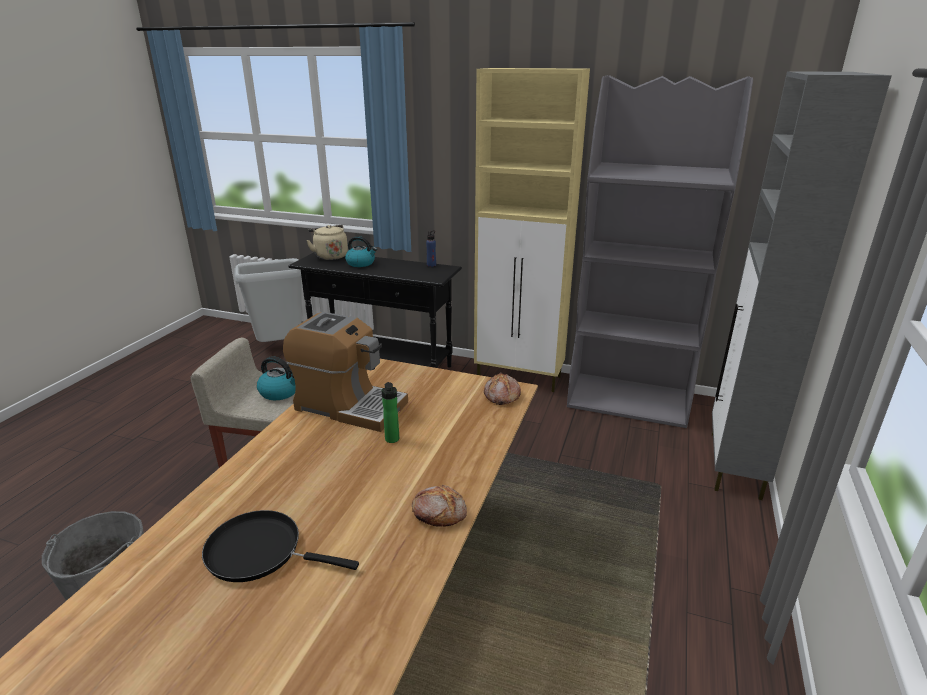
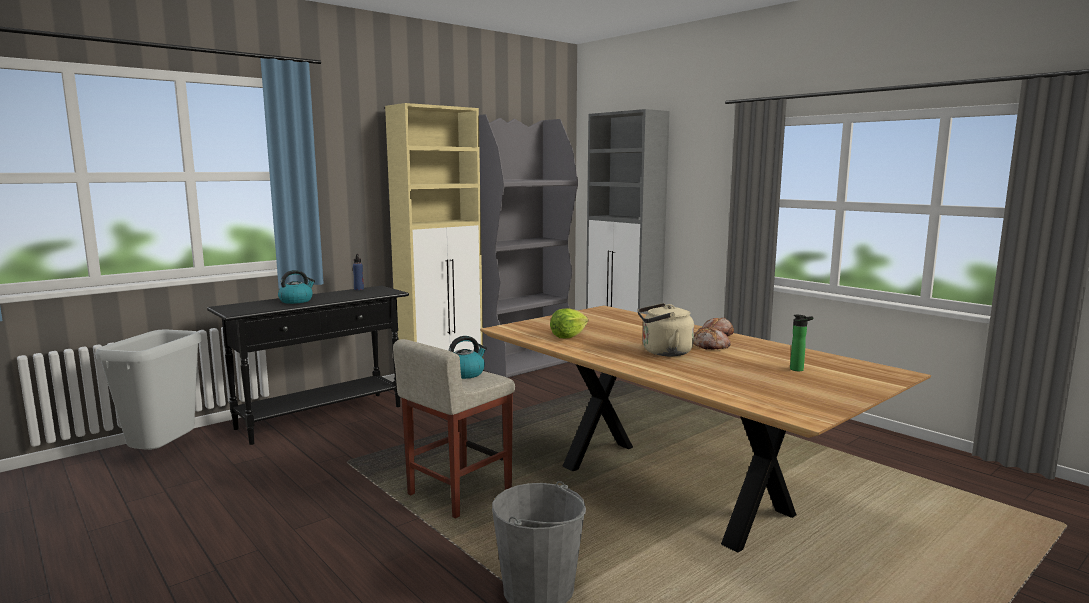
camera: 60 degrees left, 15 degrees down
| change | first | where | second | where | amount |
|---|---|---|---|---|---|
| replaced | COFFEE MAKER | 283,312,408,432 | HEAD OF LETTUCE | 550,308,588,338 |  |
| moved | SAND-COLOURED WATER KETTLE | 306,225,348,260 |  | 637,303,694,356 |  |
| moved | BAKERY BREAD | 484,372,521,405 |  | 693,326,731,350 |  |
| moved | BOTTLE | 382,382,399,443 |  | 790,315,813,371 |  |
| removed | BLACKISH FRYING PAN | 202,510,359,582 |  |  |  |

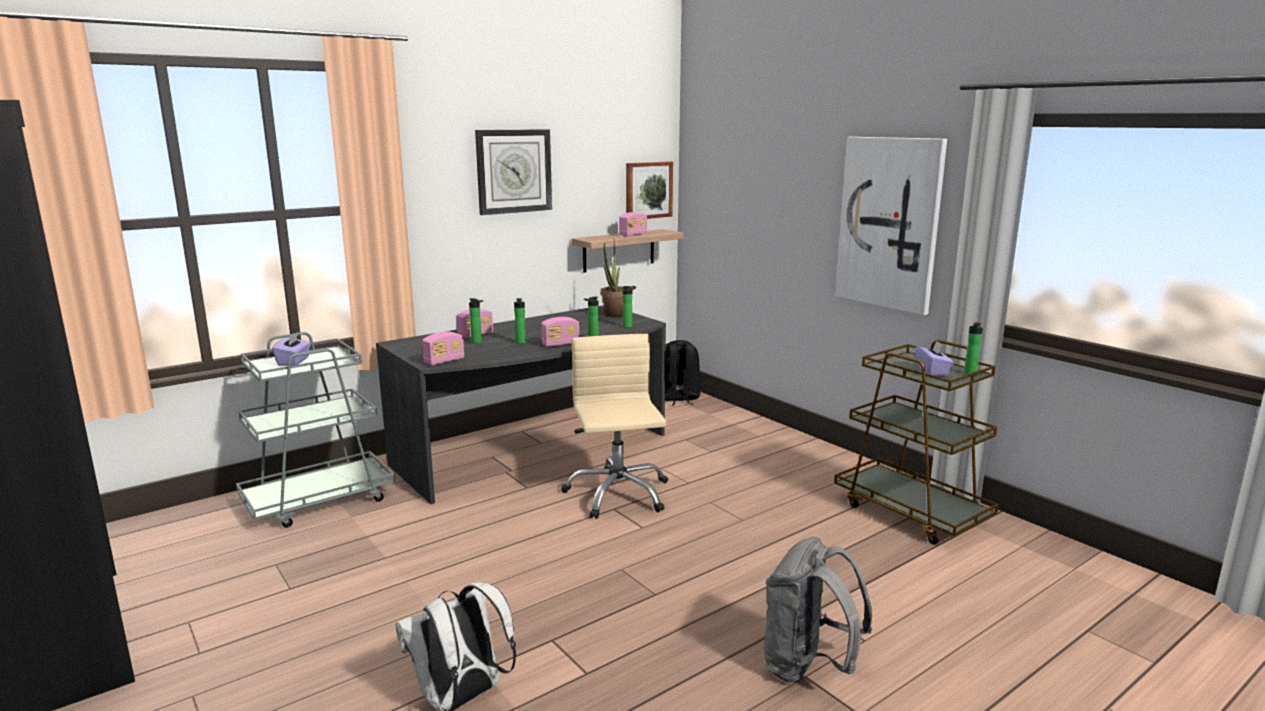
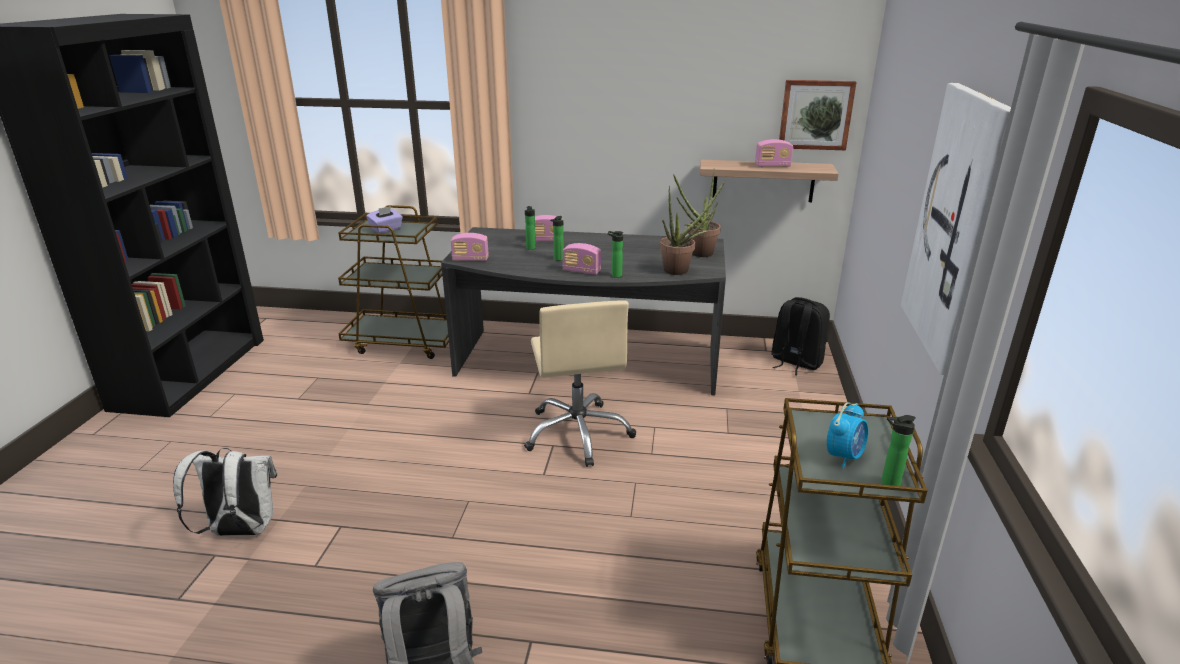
camera: 45 degrees right, 10 degrees up
| change | first | where | second | where | amount |
|---|---|---|---|---|---|
| recoloured | GREYISH WHEELED CART | 236,332,395,528 | BROWNISH WHEELED CART | 338,205,449,359 |  |
| turned | SAND-COLOURED OFFICE CHAIR | 561,334,668,519 |  | 524,300,636,467 | 135 degrees clockwise |
| replaced | BOTTLE | 623,286,636,328 | POTTED PLANT | 660,181,725,275 |  |
| replaced | PURPLE BOX OF TISSUES | 915,341,953,376 | TABLE CLOCK | 827,402,868,468 |  |
| removed | WALL CLOCK | 475,129,552,215 |  |  |  |

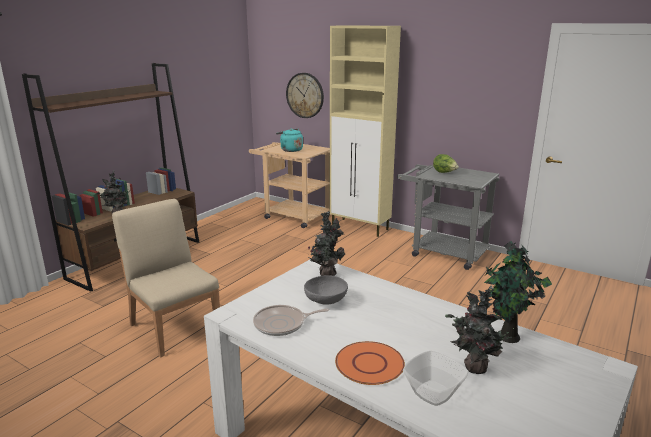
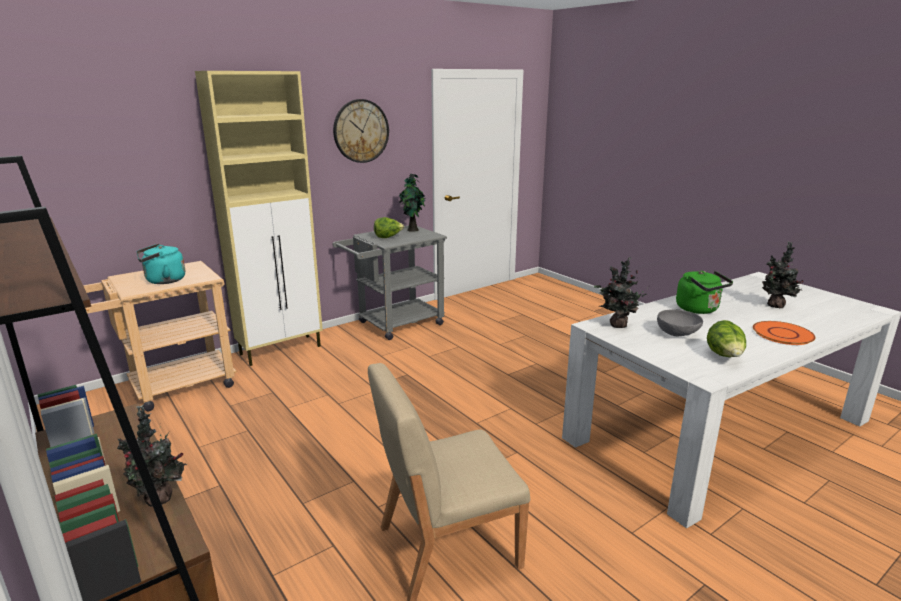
camera: 70 degrees left, 0 degrees up
| change | first | where | second | where | amount |
|---|---|---|---|---|---|
| moved | WALL CLOCK | 286,73,324,118 |  | 333,99,389,163 |  |
| moved | POTTED PLANT | 484,241,552,343 |  | 399,173,426,232 |  |
| added |  |  | GREEN-COLOURED WATER KETTLE | 676,271,733,314 |  |
| replaced | FRYING PAN | 253,305,329,336 | HEAD OF LETTUCE | 707,320,746,357 |  |
| removed | SERVING BOWL | 403,351,468,406 |  |  |  |

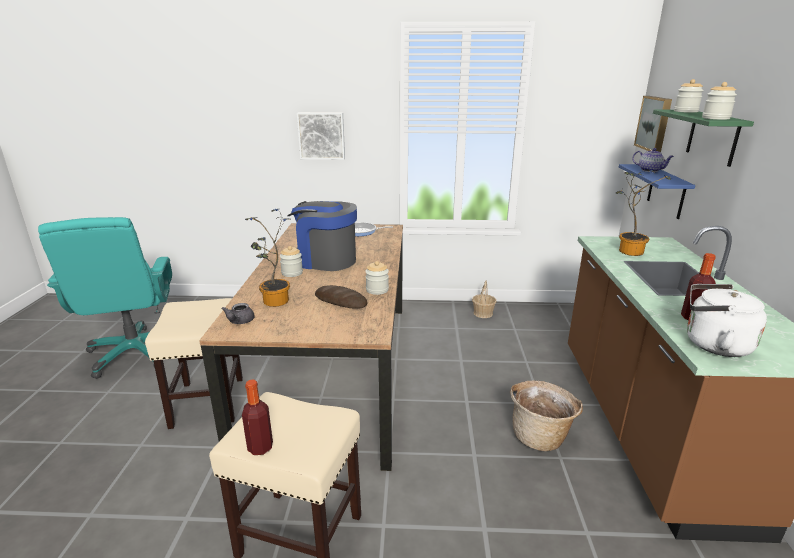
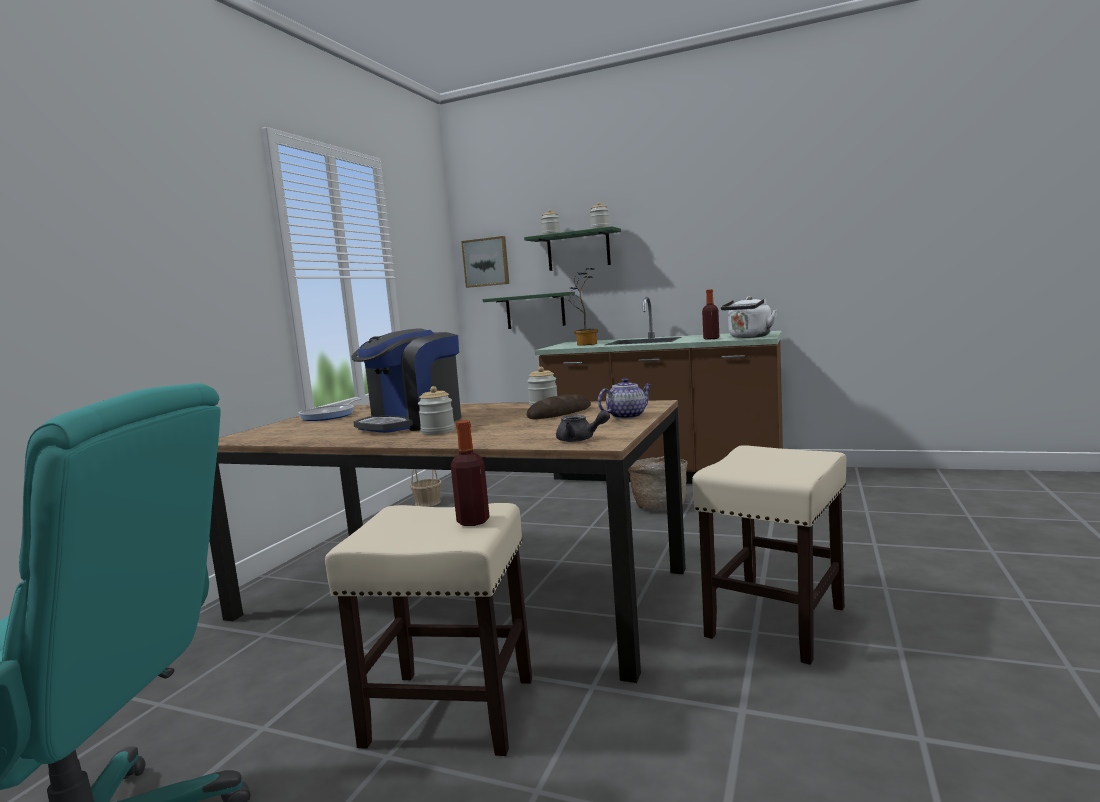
camera: 70 degrees left, 15 degrees down
| change | first | where | second | where | amount |
|---|---|---|---|---|---|
| moved | BOTTLE | 242,380,273,455 |  | 451,420,490,526 |  |
| recoloured | BLUE BRACKET SHELF | 619,164,695,219 | GREEN-COLOURED BRACKET SHELF | 483,292,575,329 |  |
| moved | POT FOR TEA | 633,148,674,172 |  | 598,378,652,419 |  |
| removed | POTTED PLANT | 245,209,290,307 |  |  |  |
| removed | WALL ART | 297,112,345,160 |  |  |  |

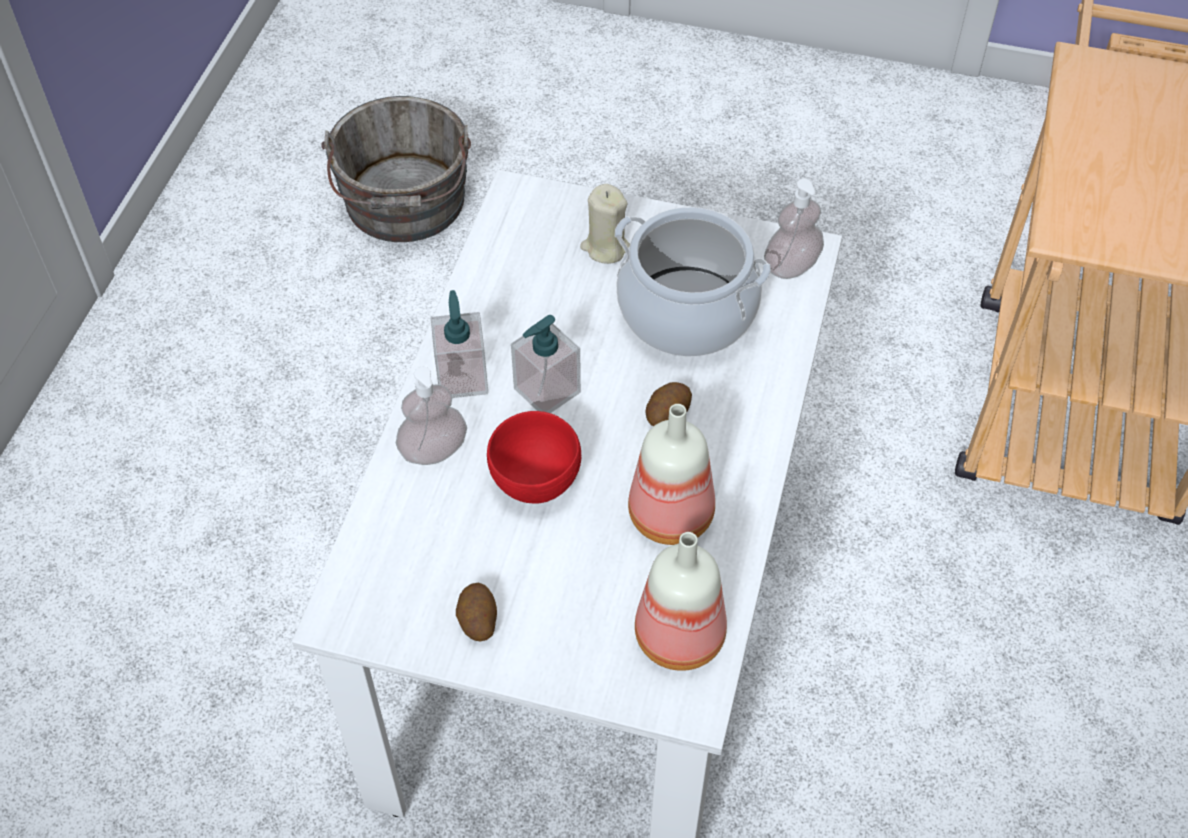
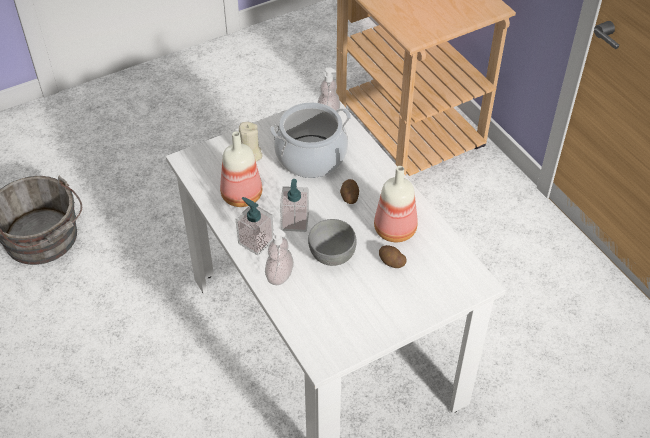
camera: 45 degrees left, 5 degrees down
| change | first | where | second | where | amount |
|---|---|---|---|---|---|
| moved | BOTTLE | 635,532,727,671 |  | 220,131,262,207 |  |
| recoloured | RED SERVING BOWL | 487,411,581,504 | GREYISH SERVING BOWL | 308,219,357,266 |  |
| moved | WHOLE POTATO | 456,583,497,641 |  | 379,245,407,268 |  |

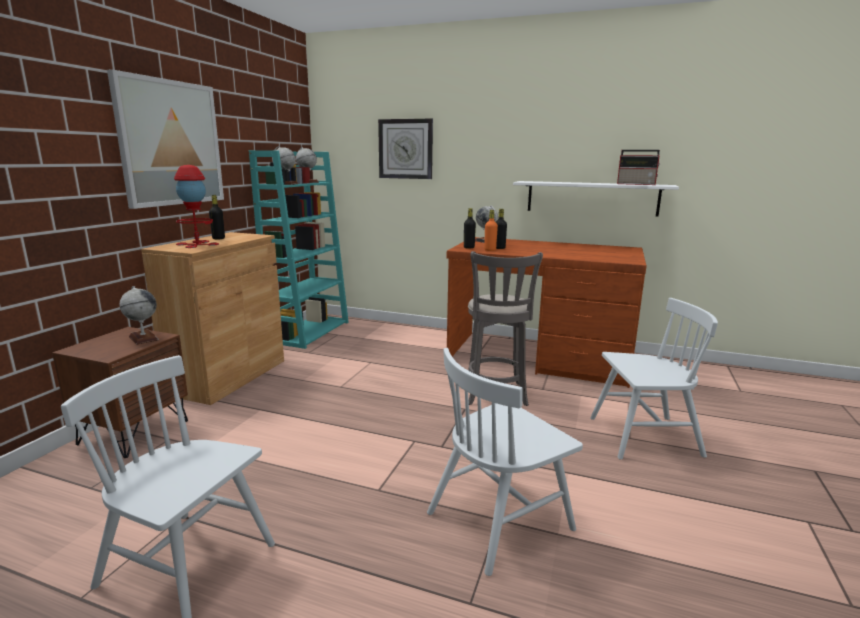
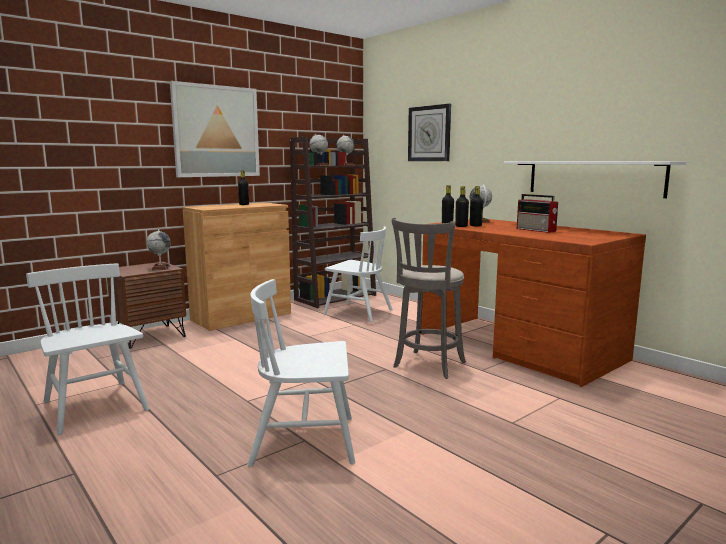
camera: 30 degrees right, 5 degrees down
| change | first | where | second | where | amount |
|---|---|---|---|---|---|
| recoloured | BLUE-GREEN SHELVING UNIT | 249,150,349,349 | BROWNISH SHELVING UNIT | 290,137,376,308 |  |
| moved | WHITE-COLOURED CHAIR | 590,298,718,460 |  | 323,227,393,322 |  |
| recoloured | ORANGE BOTTLE | 484,210,498,251 | BLACKISH BOTTLE | 455,186,469,227 |  |
| moved | RADIO RECEIVER | 617,150,661,185 |  | 517,194,558,233 |  |
| removed | RED TABLE LAMP | 174,165,219,248 |  |  |  |

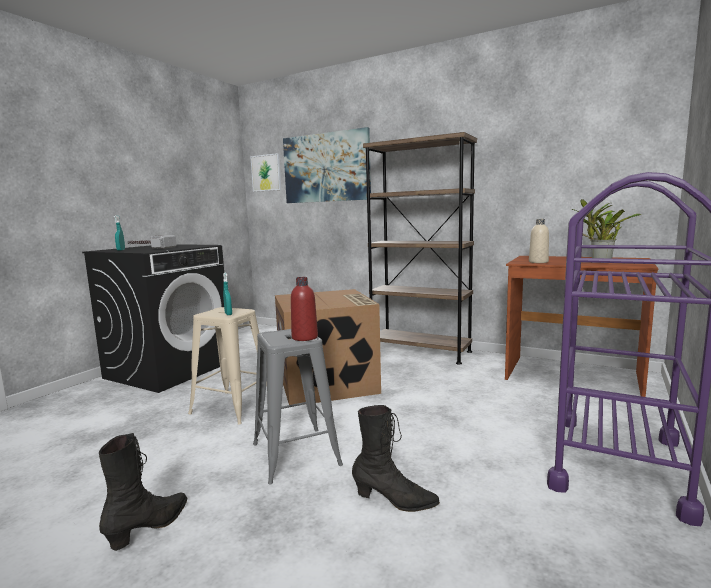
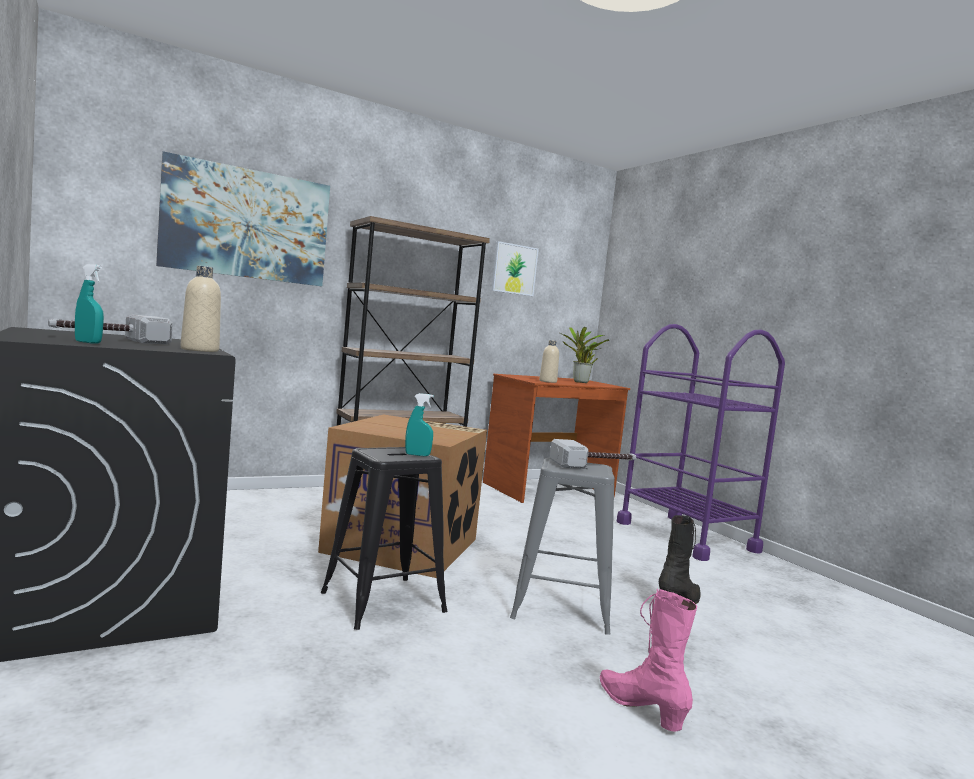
camera: 60 degrees left, 5 degrees down
| change | first | where | second | where | amount |
|---|---|---|---|---|---|
| added |  |  | SAND-COLOURED BOTTLE | 180,266,221,352 |  |
| recoloured | SAND-COLOURED STOOL SEAT | 188,307,267,425 | BLACKISH STOOL SEAT | 321,447,447,630 |  |
| moved | WALL ART | 250,153,281,192 |  | 492,241,539,296 |  |
| replaced | RED BOTTLE | 291,277,318,341 | HAMMER | 550,439,636,469 |  |
| recoloured | BLACKISH TALL BOOT | 99,433,187,551 | PINKISH TALL BOOT | 600,589,697,731 |  |

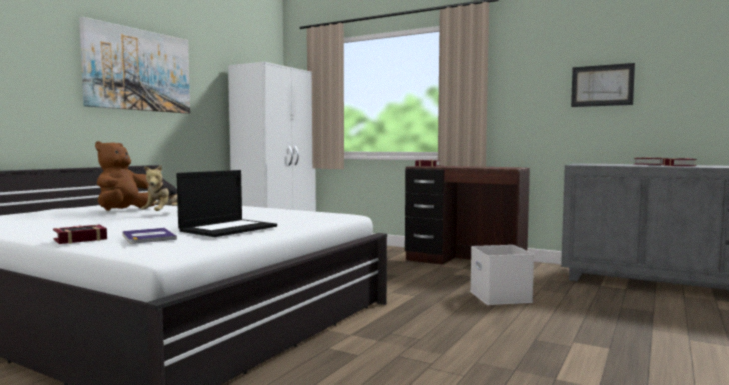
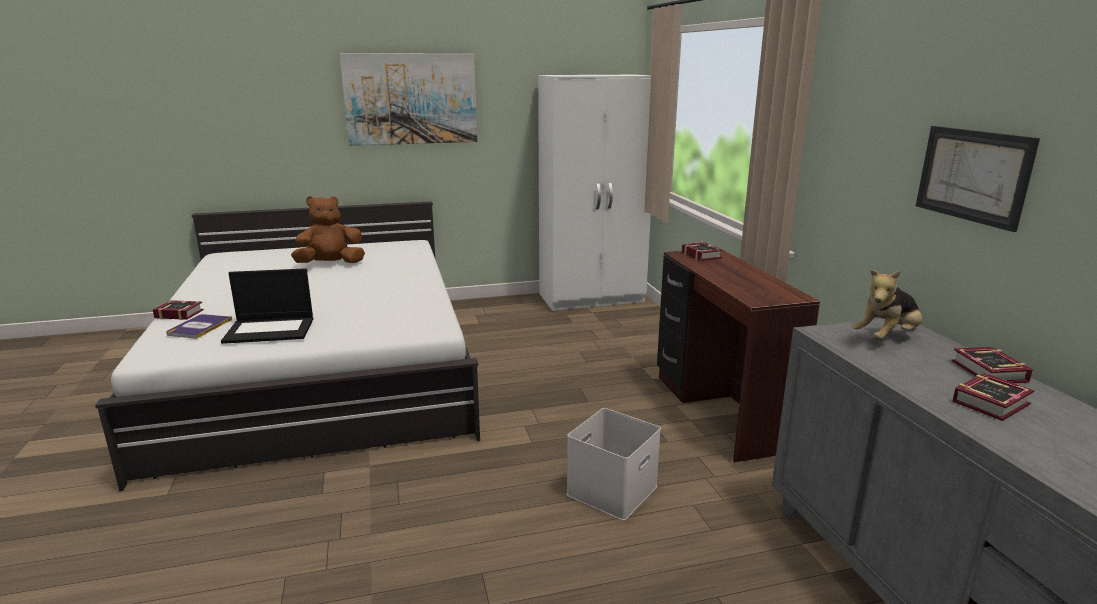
camera: 45 degrees right, 15 degrees up
| change | first | where | second | where | amount |
|---|---|---|---|---|---|
| moved | CUDDLY TOY | 141,165,178,211 |  | 852,270,922,340 |  |

